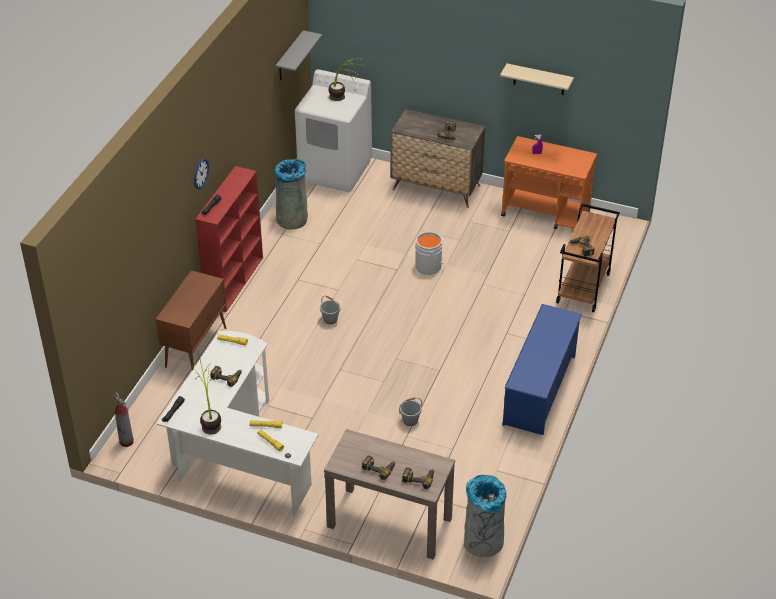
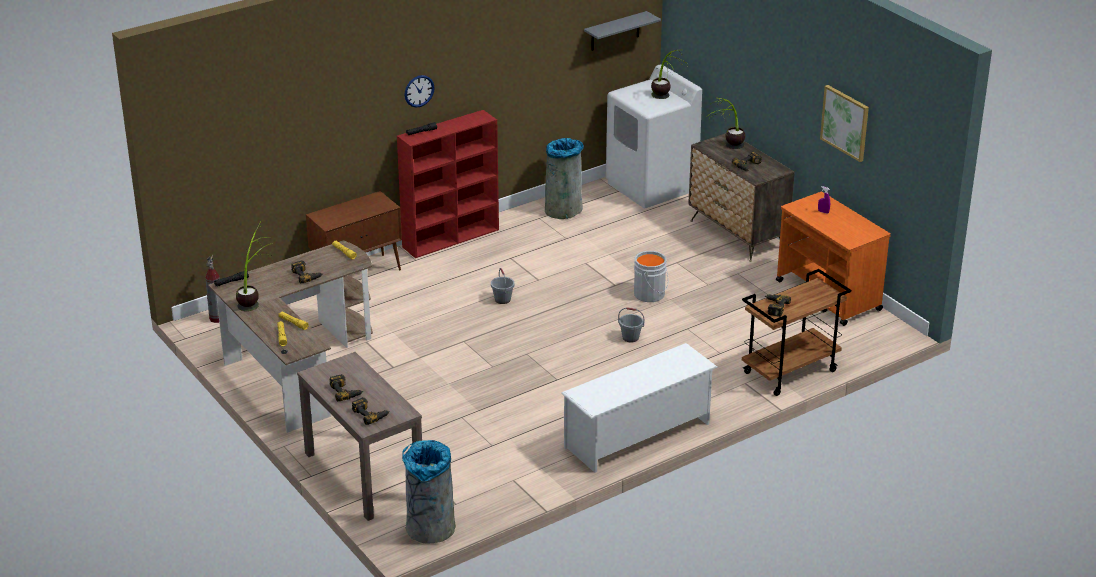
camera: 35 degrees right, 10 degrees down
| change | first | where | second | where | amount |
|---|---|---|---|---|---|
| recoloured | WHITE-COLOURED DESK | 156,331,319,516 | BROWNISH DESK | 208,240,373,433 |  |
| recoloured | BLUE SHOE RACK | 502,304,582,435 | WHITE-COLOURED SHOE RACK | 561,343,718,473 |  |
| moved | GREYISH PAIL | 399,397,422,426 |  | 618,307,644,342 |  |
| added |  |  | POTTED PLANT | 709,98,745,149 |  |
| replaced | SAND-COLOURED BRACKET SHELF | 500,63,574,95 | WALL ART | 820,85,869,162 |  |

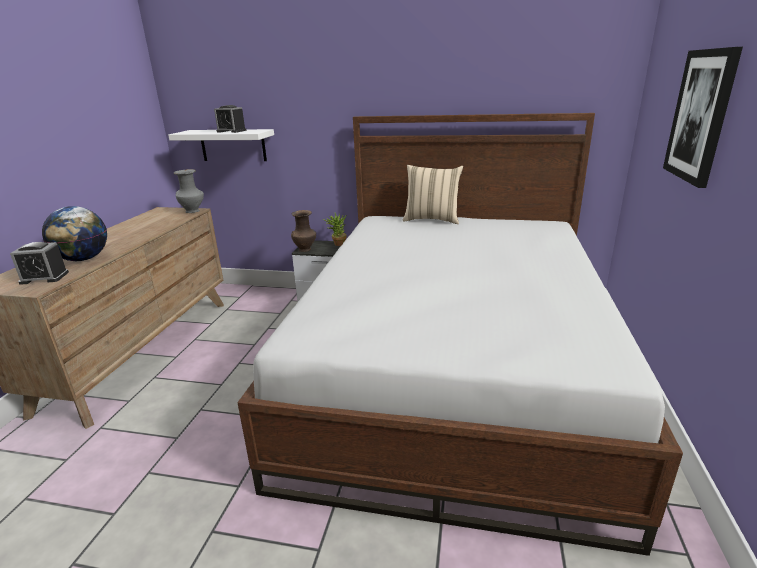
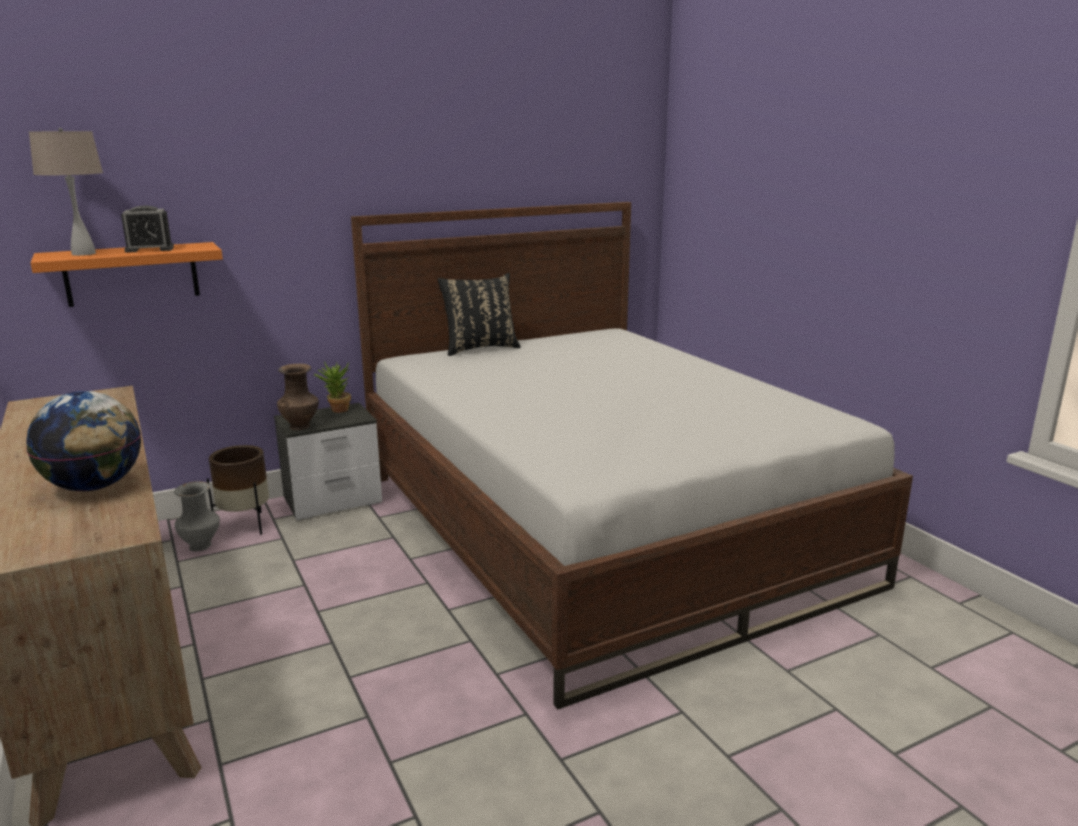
camera: 40 degrees left, 5 degrees down
| change | first | where | second | where | amount |
|---|---|---|---|---|---|
| added |  |  | SAND-COLOURED TABLE LAMP | 29,128,103,256 |  |
| recoloured | WHITE-COLOURED BRACKET SHELF | 168,129,274,161 | ORANGE BRACKET SHELF | 30,242,223,307 |  |
| moved | GREYISH VASE | 173,169,204,213 |  | 174,481,220,551 |  |
| added |  |  | BROWNISH PLANT POT | 207,445,269,535 |  |
| recoloured | SAND-COLOURED PILLOW | 403,165,463,224 | BLACKISH PILLOW | 437,273,521,356 |  |
| removed | TABLE CLOCK | 10,242,69,285 |  |  |  |
| removed | WALL ART | 663,47,743,188 |  |  |  |

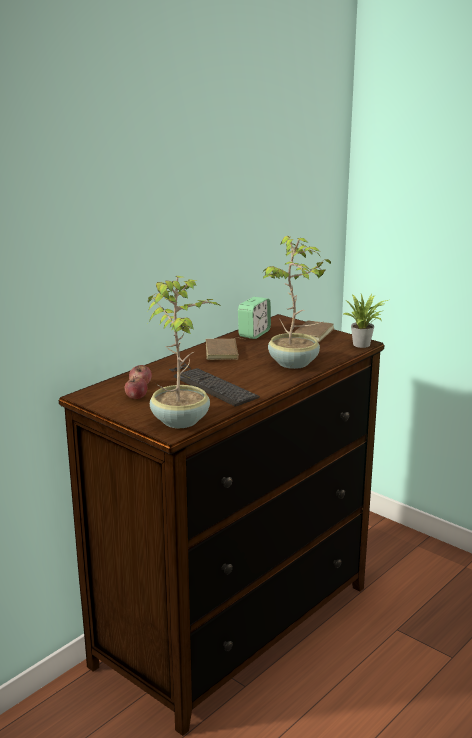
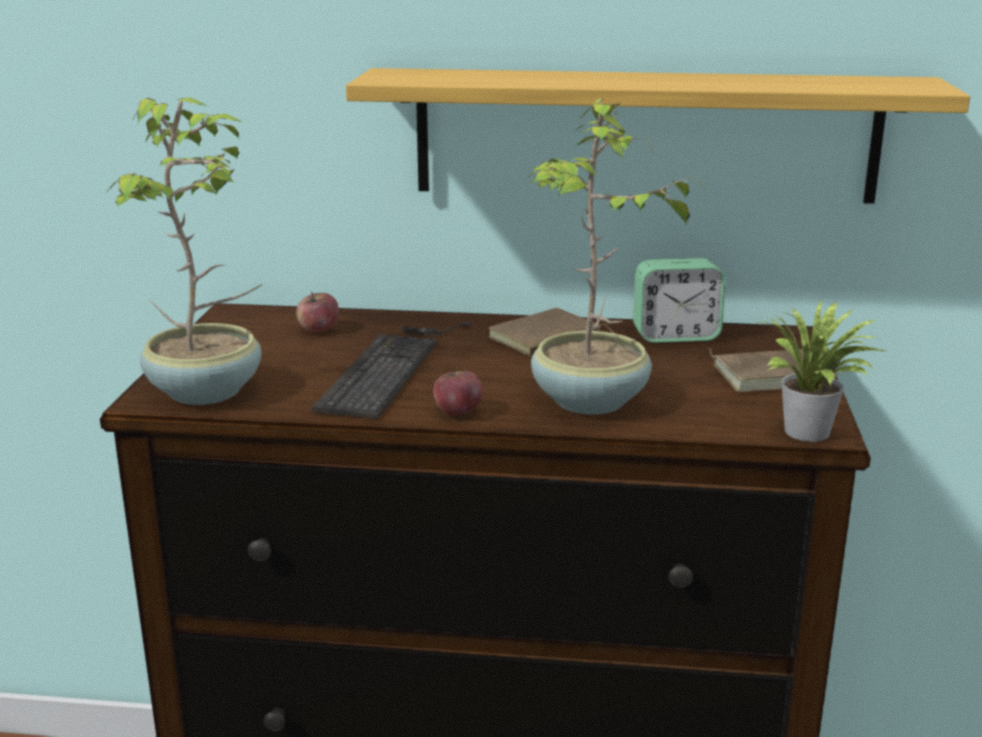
camera: 55 degrees right, 0 degrees up
| change | first | where | second | where | amount |
|---|---|---|---|---|---|
| added |  |  | BRACKET SHELF | 346,68,970,204 |  |
| moved | APPLE | 125,376,147,399 |  | 433,366,482,415 |  |

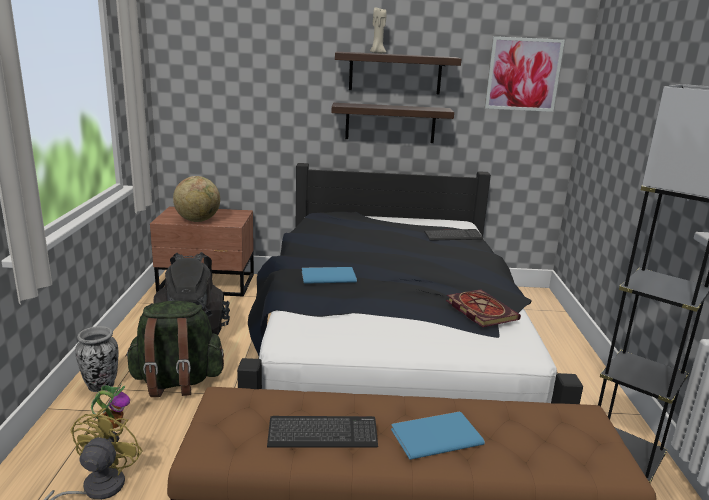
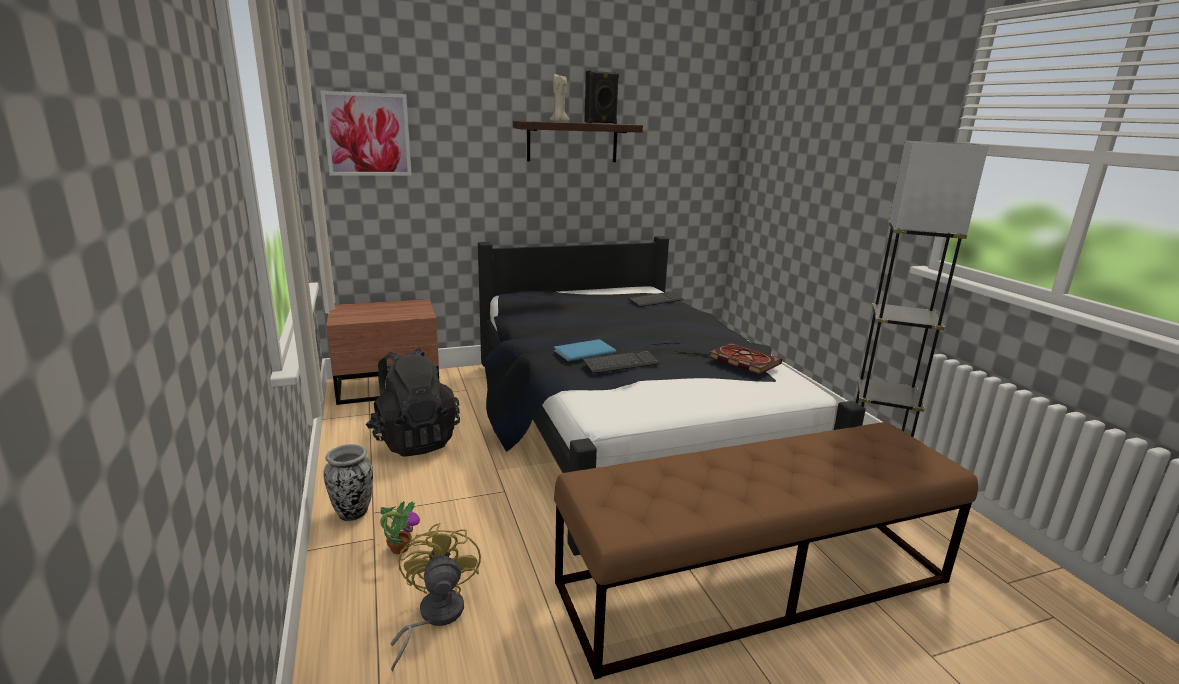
camera: 20 degrees left, 0 degrees up
| change | first | where | second | where | amount |
|---|---|---|---|---|---|
| moved | WALL ART | 485,36,565,112 |  | 321,91,412,176 |  |
| moved | PC KEYBOARD | 267,416,378,448 |  | 582,350,660,373 |  |
| added |  |  | BLACKISH AUDIO SPEAKER | 584,70,619,124 |  |
| removed | GREEN-COLOURED RUCKSACK | 125,301,224,397 |  |  |  |
| removed | DESK GLOBE | 173,176,220,222 |  |  |  |
| removed | BRACKET SHELF | 331,103,454,143 |  |  |  |
| removed | BLUE VOLUME | 391,412,485,460 |  |  |  |

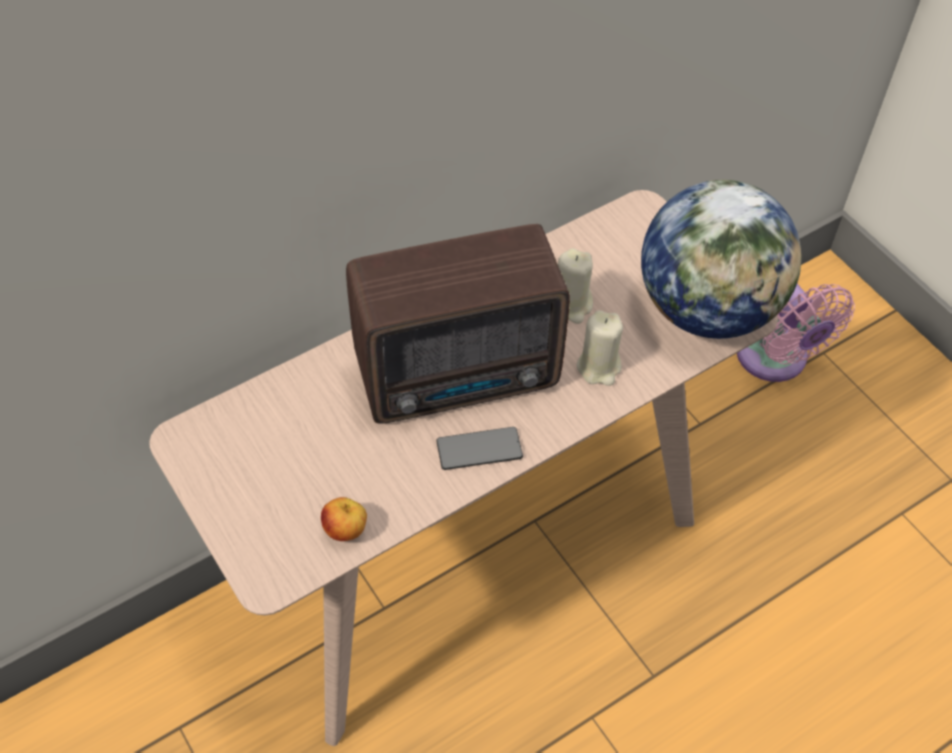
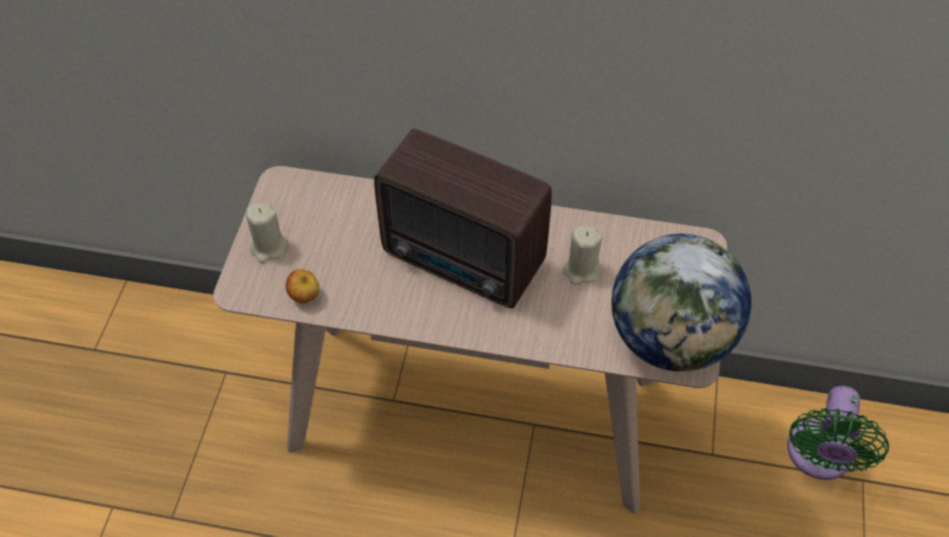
camera: 45 degrees right, 0 degrees up
| change | first | where | second | where | amount |
|---|---|---|---|---|---|
| moved | SAND-COLOURED WAX LIGHT | 577,310,623,386 |  | 246,203,289,263 |  |
| recoloured | PINKISH ELECTRIC FAN | 737,284,855,382 | GREEN-COLOURED ELECTRIC FAN | 787,386,889,480 |  |
| removed | TELEPHONE | 436,427,523,470 |  |  |  |

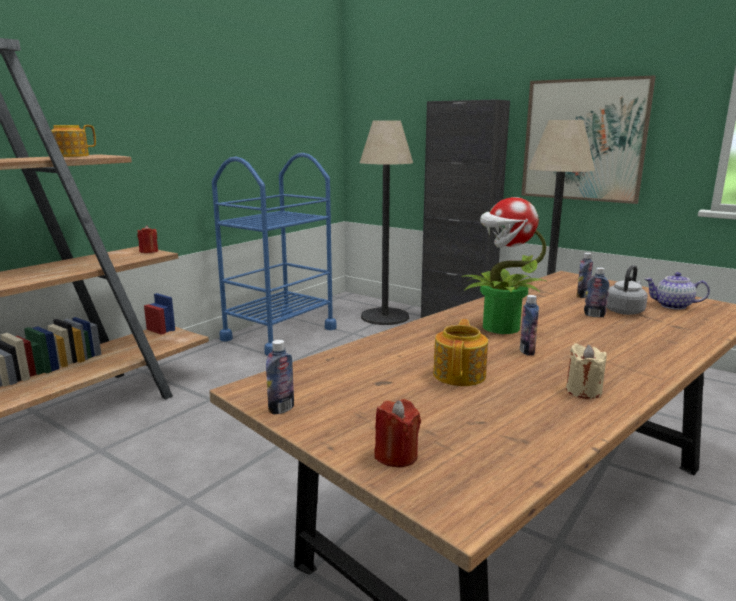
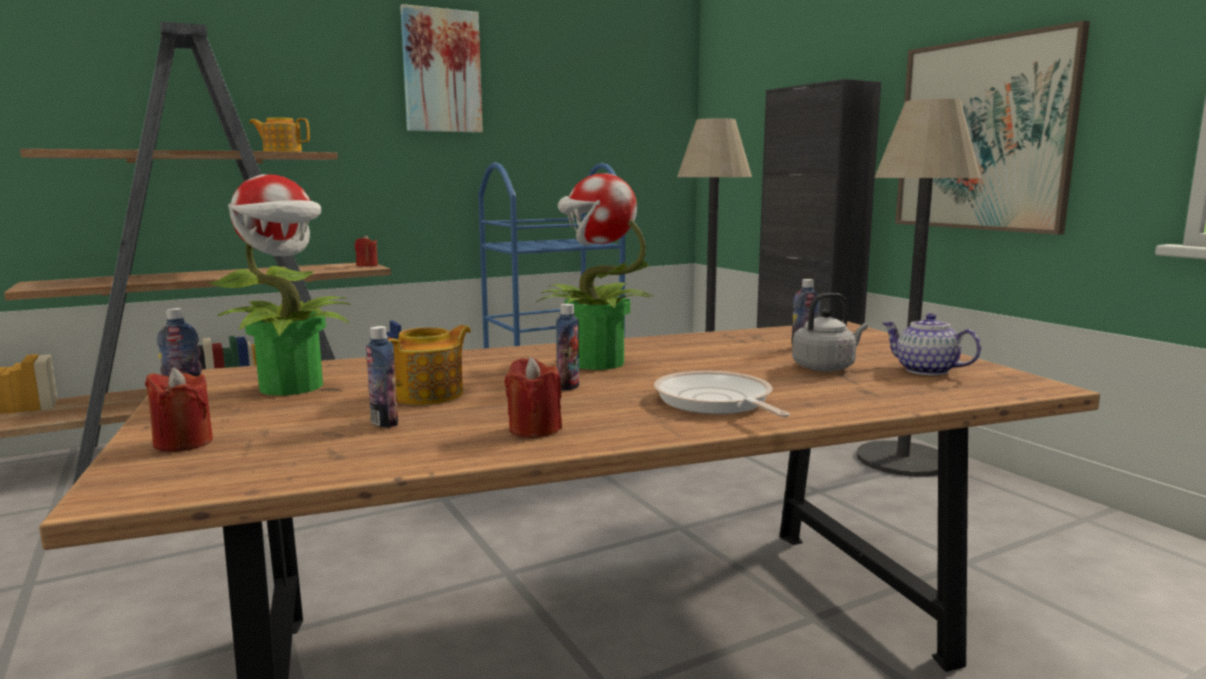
camera: 25 degrees right, 5 degrees down
| change | first | where | second | where | amount |
|---|---|---|---|---|---|
| added |  |  | POTTED PLANT | 209,174,351,396 |  |
| moved | BOTTLE | 584,267,610,317 |  | 366,326,398,428 |  |
| added |  |  | WALL ART | 400,4,483,133 |  |
| recoloured | SAND-COLOURED WAX LIGHT | 566,344,607,399 | RED WAX LIGHT | 505,357,562,438 |  |
| added |  |  | FRYING PAN | 654,371,790,417 |  |

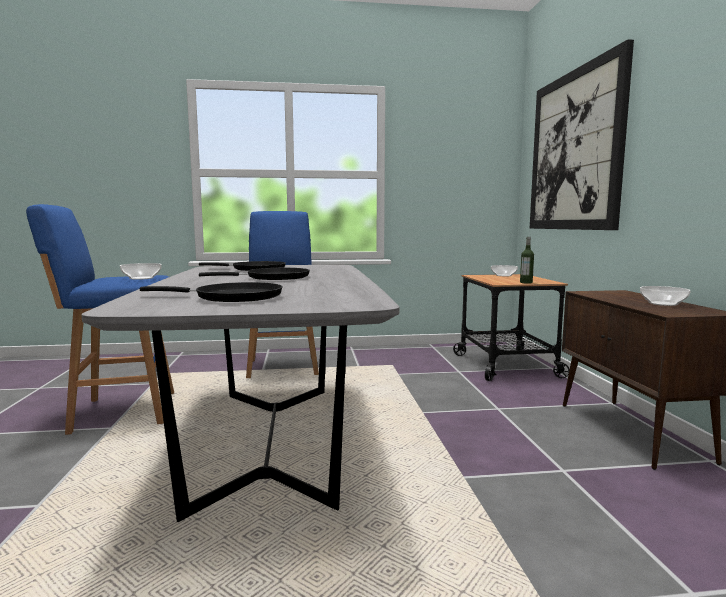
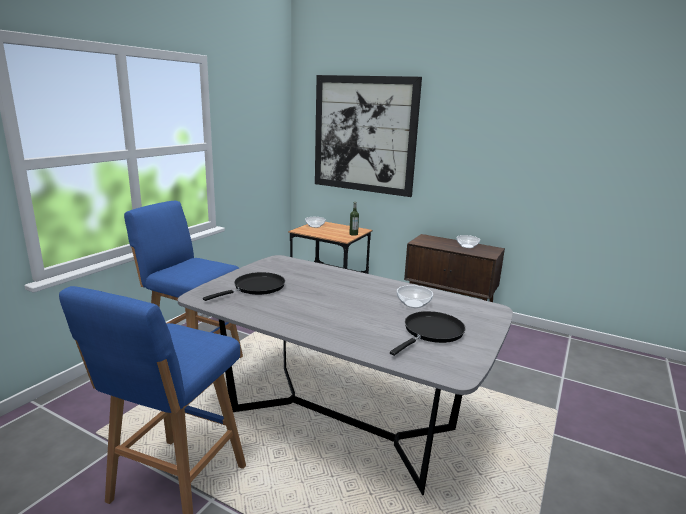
camera: 55 degrees left, 10 degrees up
| change | first | where | second | where | amount |
|---|---|---|---|---|---|
| moved | SERVING BOWL | 120,263,162,280 |  | 397,285,433,308 |  |
| removed | BLACKISH FRYING PAN | 199,268,310,280 |  |  |  |

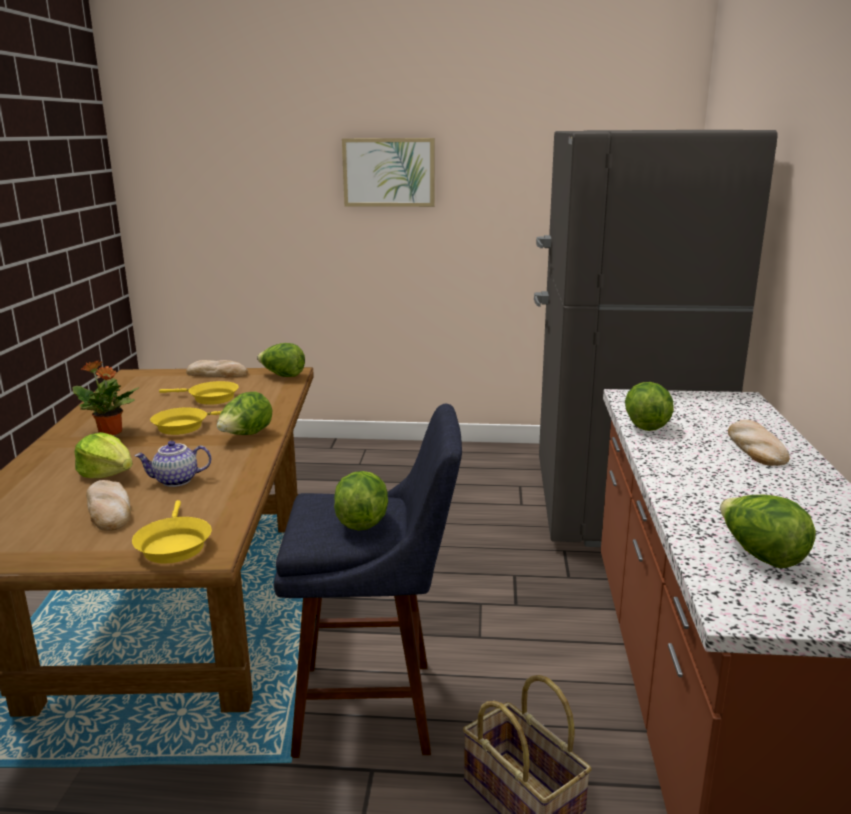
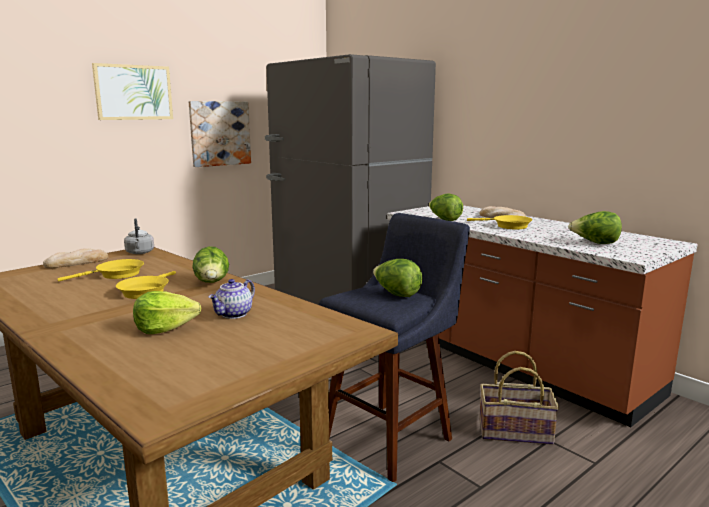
camera: 45 degrees left, 5 degrees down
| change | first | where | second | where | amount |
|---|---|---|---|---|---|
| replaced | HEAD OF LETTUCE | 257,343,305,377 | GREYISH WATER KETTLE | 124,218,154,254 |  |
| added |  |  | WALL ART | 189,101,251,167 |  |
| moved | YELLOW FRYING PAN | 132,500,212,564 |  | 467,215,532,229 |  |
| removed | POTTED PLANT | 72,360,140,435 |  |  |  |
| removed | BAKERY BREAD | 86,480,131,531 |  |  |  |

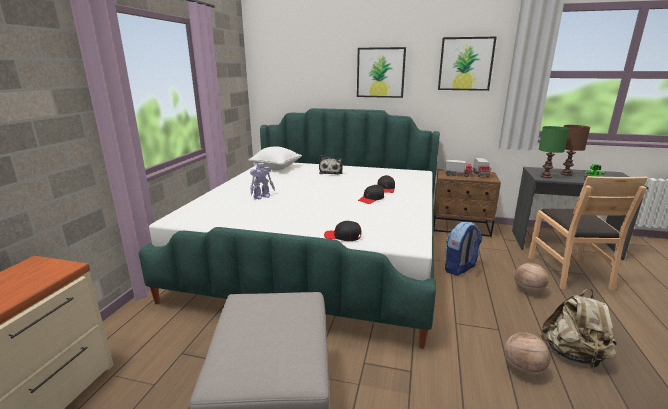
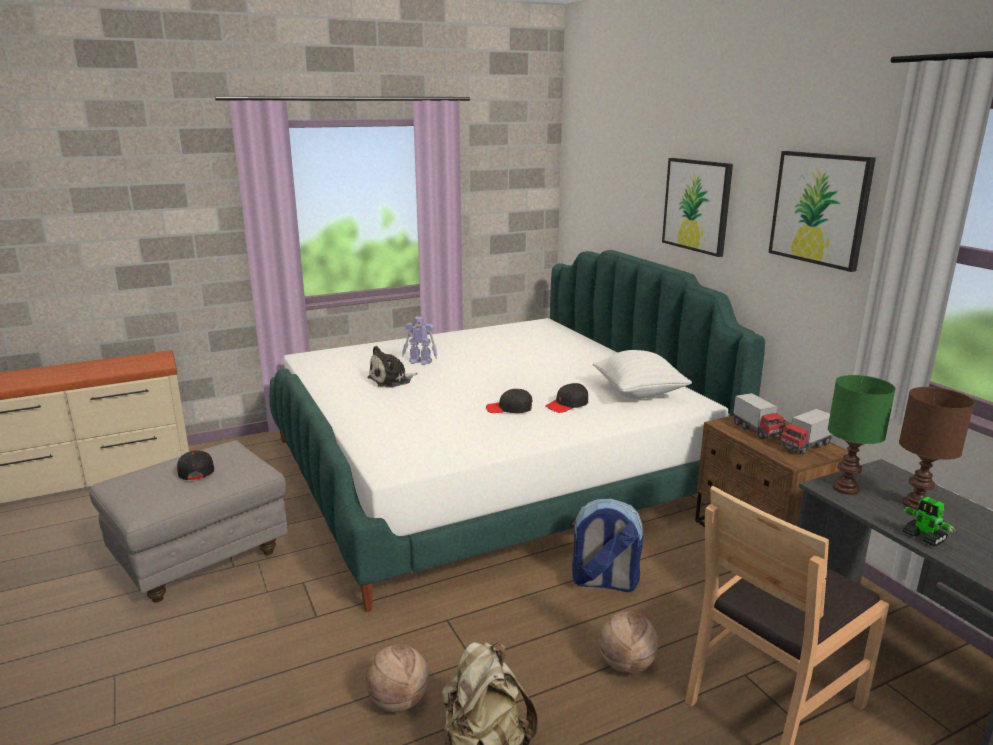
camera: 50 degrees right, 0 degrees up
| change | first | where | second | where | amount |
|---|---|---|---|---|---|
| moved | BLACKISH BASEBALL CAP | 324,221,362,241 |  | 177,450,214,480 |  |
| moved | CUDDLY TOY | 319,155,343,175 |  | 367,346,418,388 |  |
| moved | WHITE-COLOURED PILLOW | 248,147,302,170 |  | 593,350,692,399 |  |

